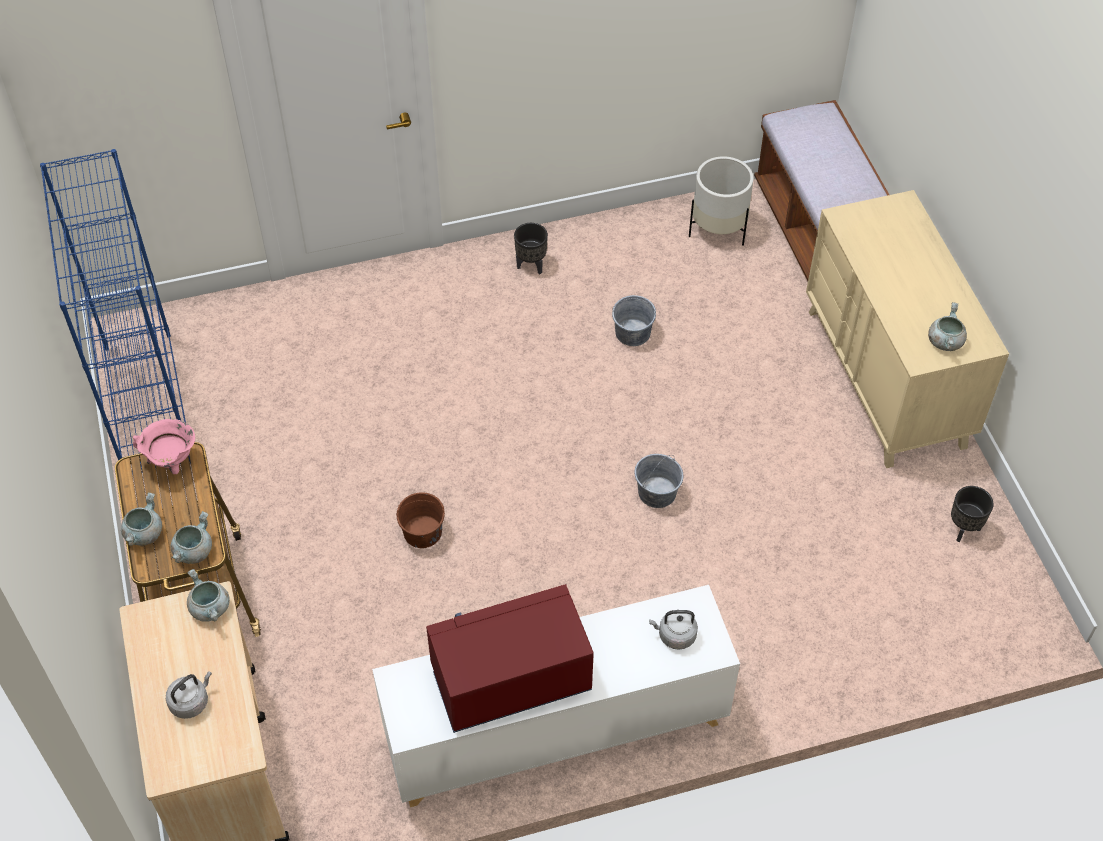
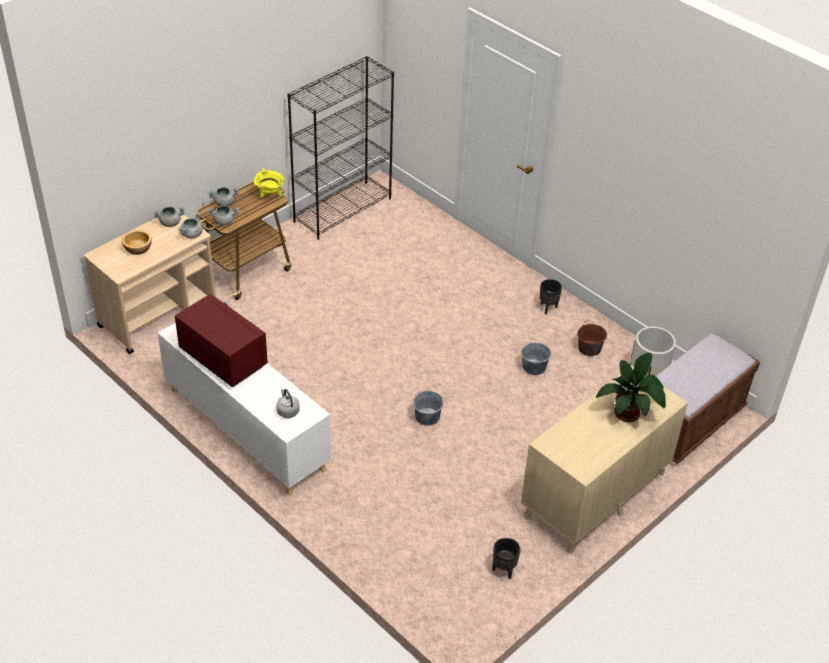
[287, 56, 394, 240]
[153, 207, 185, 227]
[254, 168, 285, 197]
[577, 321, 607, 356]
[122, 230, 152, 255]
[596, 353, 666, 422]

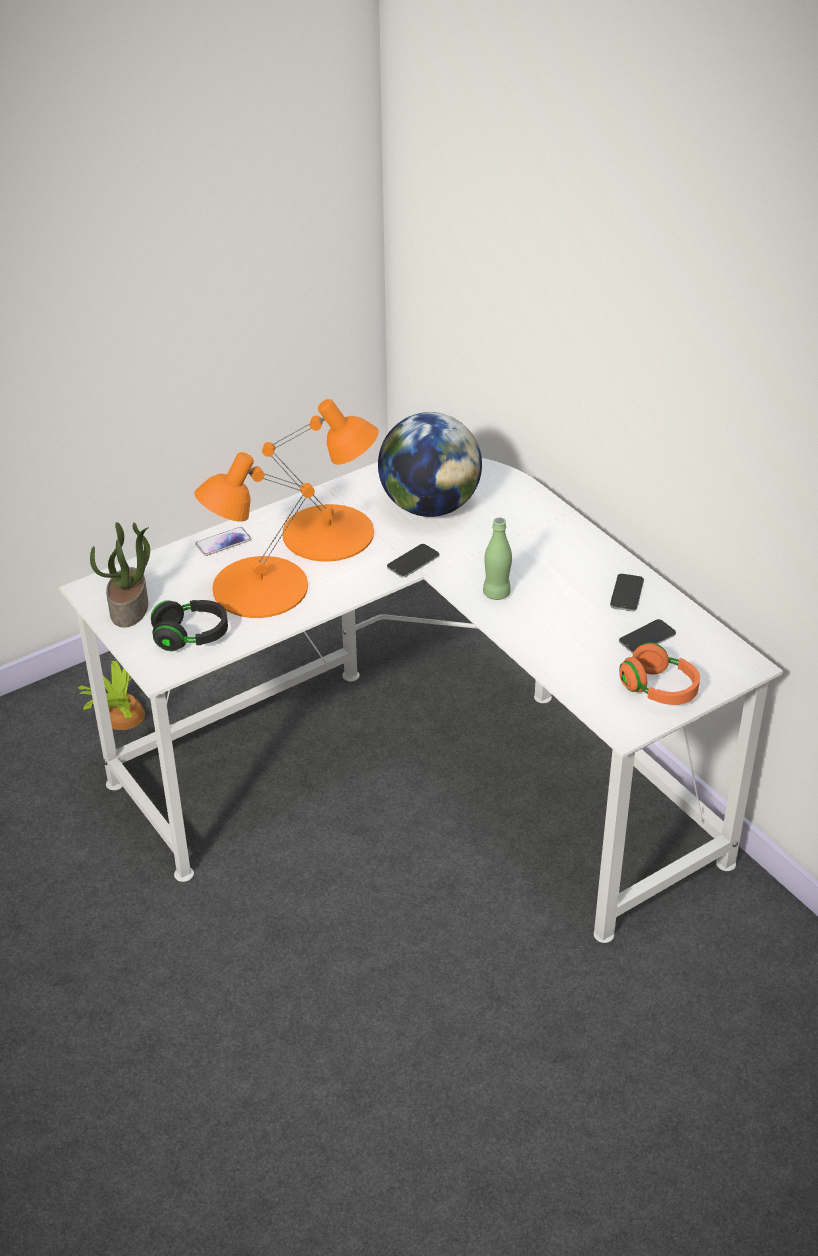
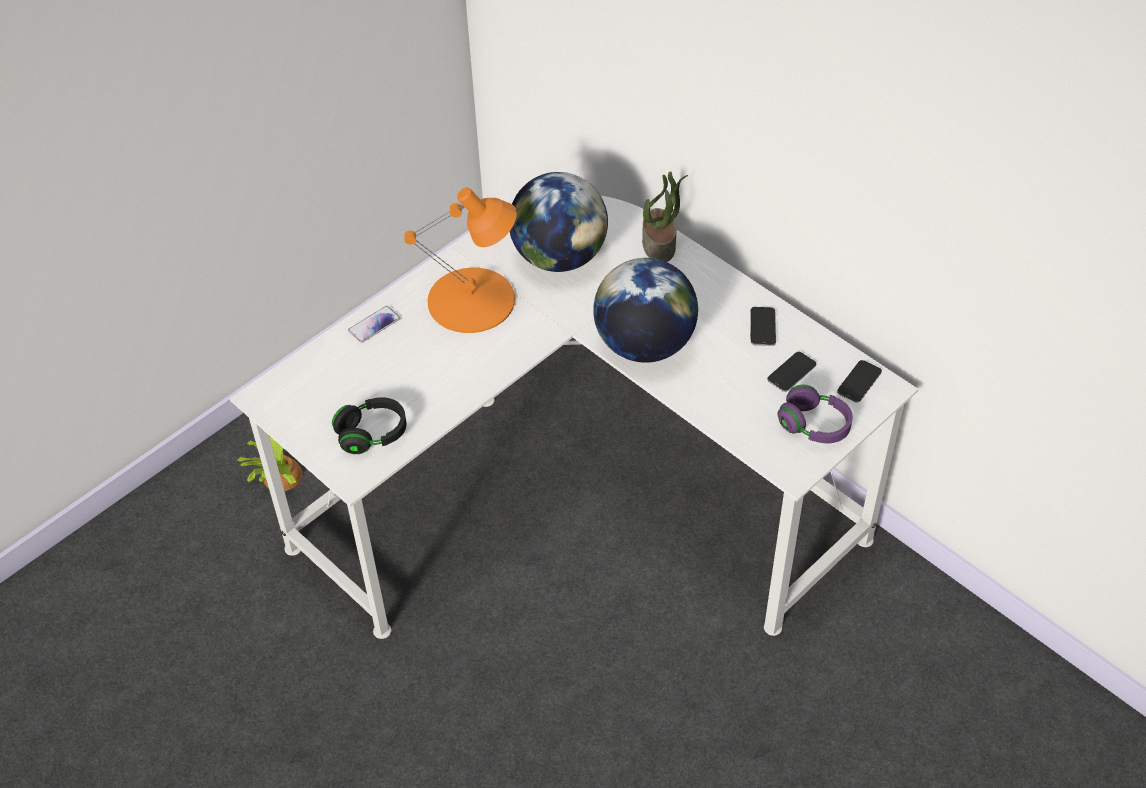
[194, 452, 315, 618] (first image)
[593, 258, 698, 363]
[642, 171, 688, 262]
[837, 360, 882, 403]
[777, 385, 853, 443]

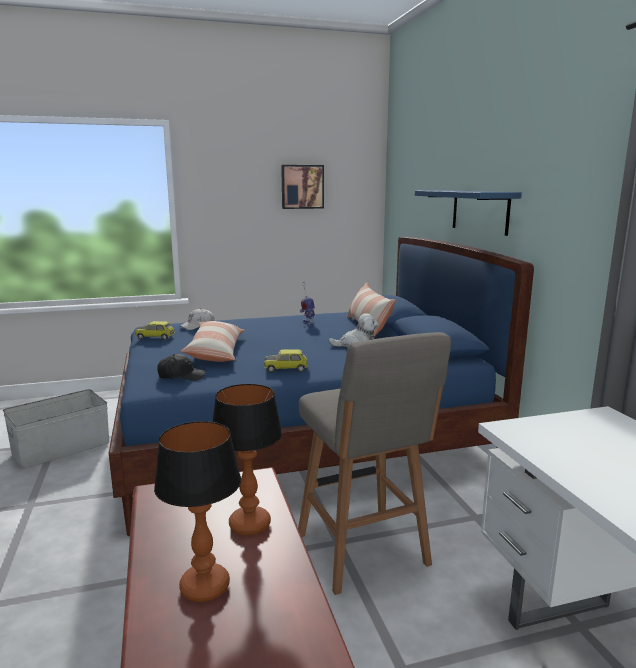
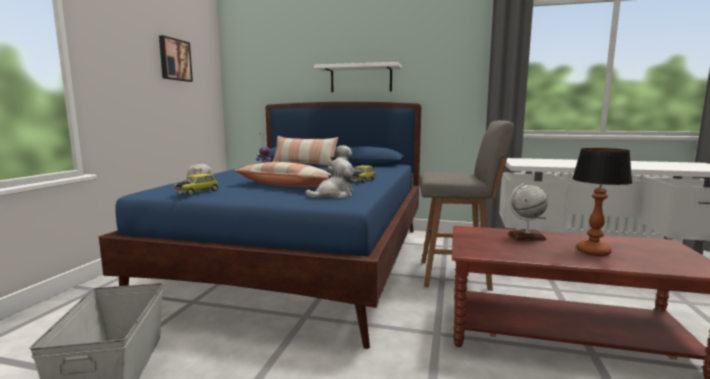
[314, 62, 402, 92]
[305, 159, 355, 198]
[508, 183, 548, 241]

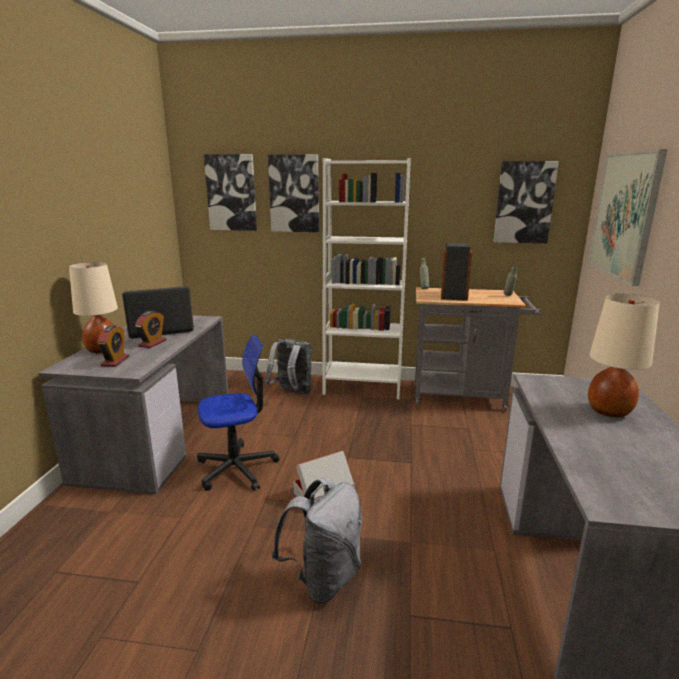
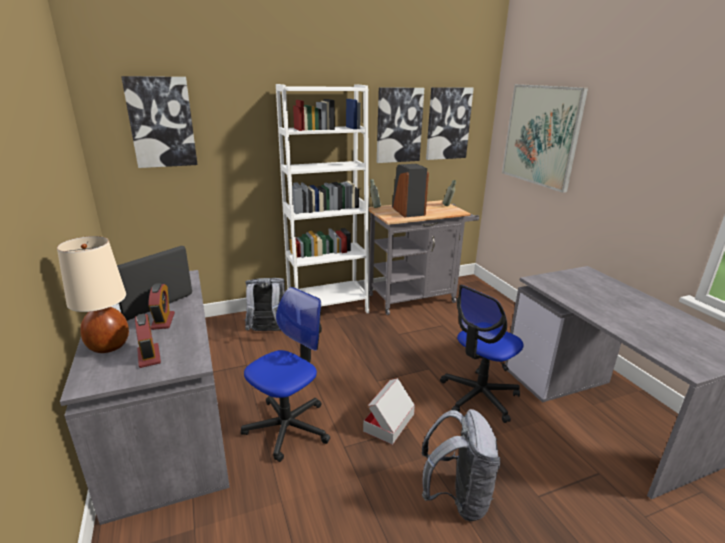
[377, 88, 424, 163]
[588, 294, 660, 417] (first image)
[440, 285, 523, 423]

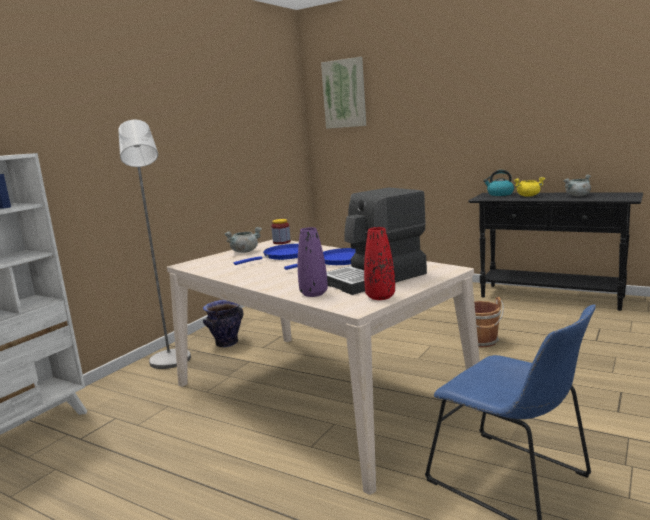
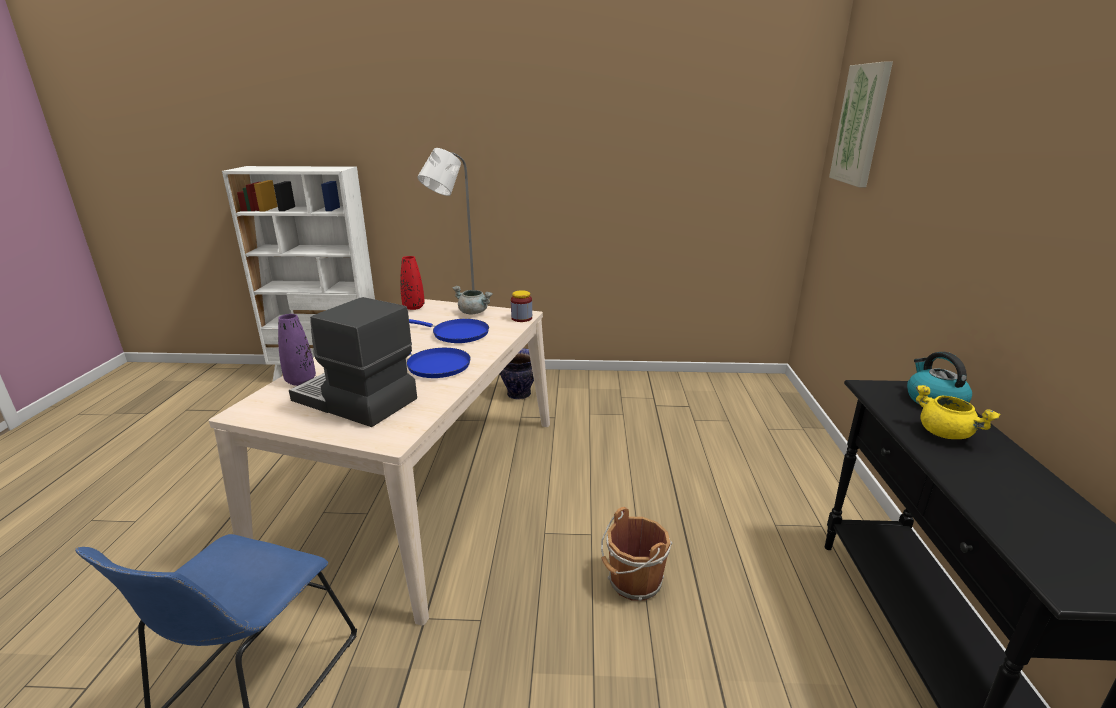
[563, 174, 591, 196] (first image)
[400, 256, 425, 310]

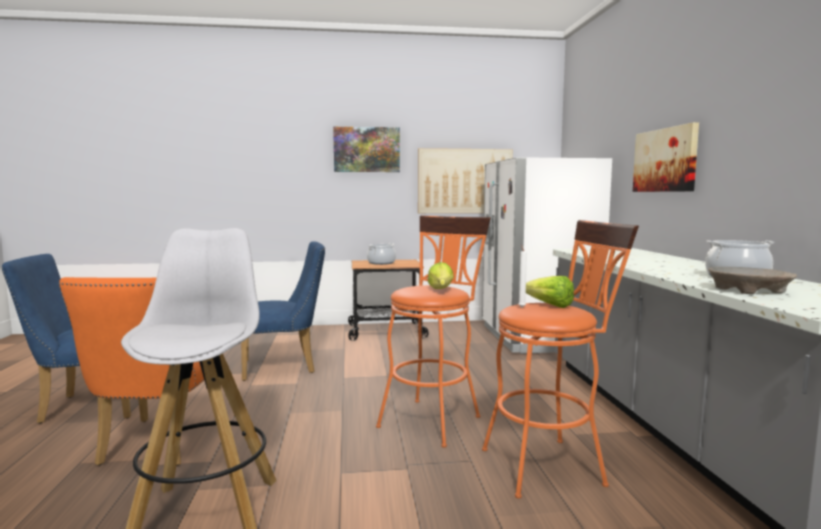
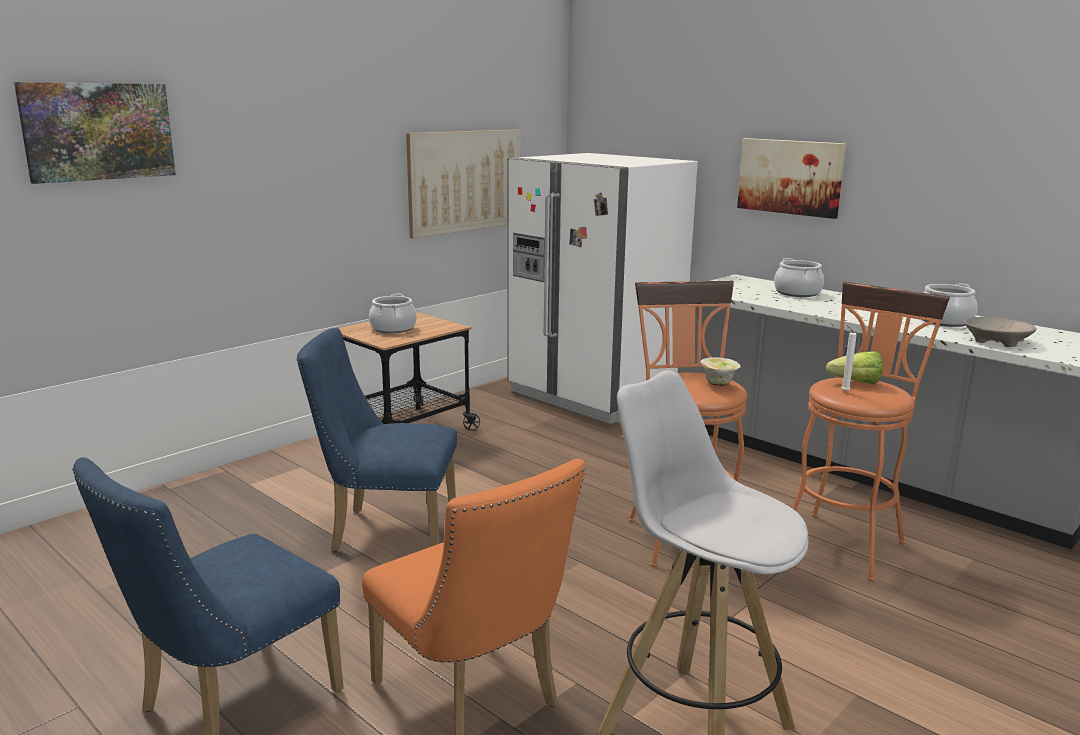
[14, 82, 176, 184]
[297, 327, 457, 552]
[700, 357, 741, 386]
[774, 258, 824, 297]

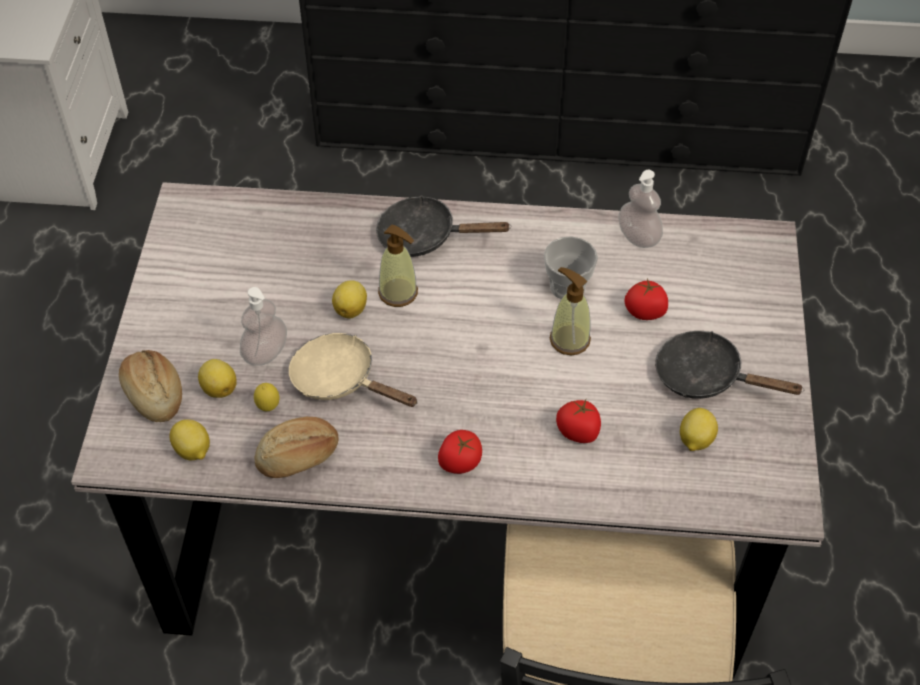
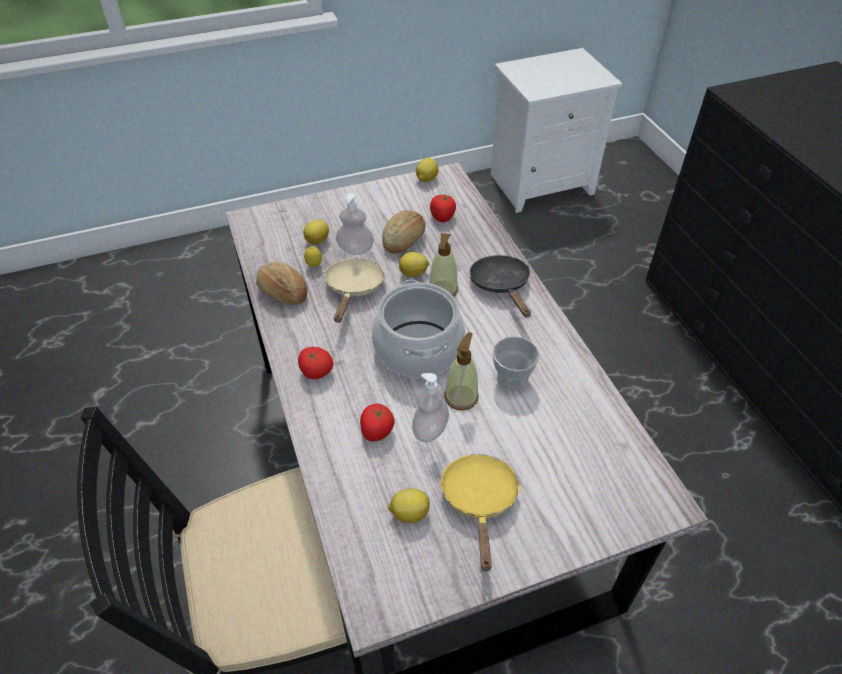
[412, 373, 449, 443]
[430, 195, 456, 222]
[439, 454, 520, 572]
[382, 210, 426, 254]
[416, 158, 439, 182]
[372, 279, 465, 378]

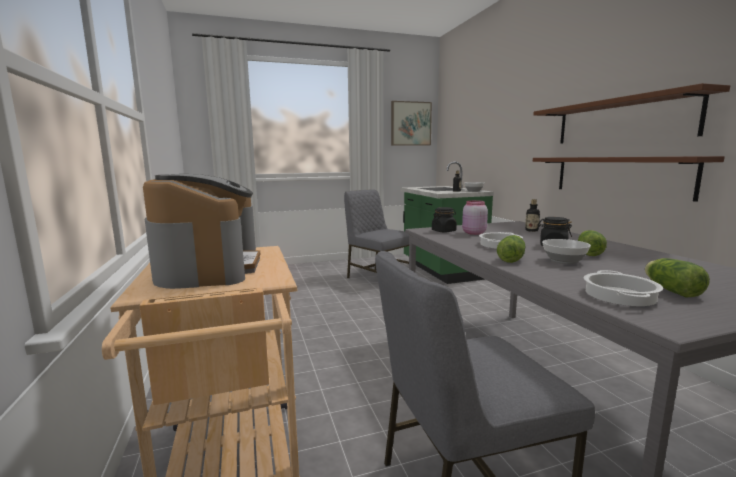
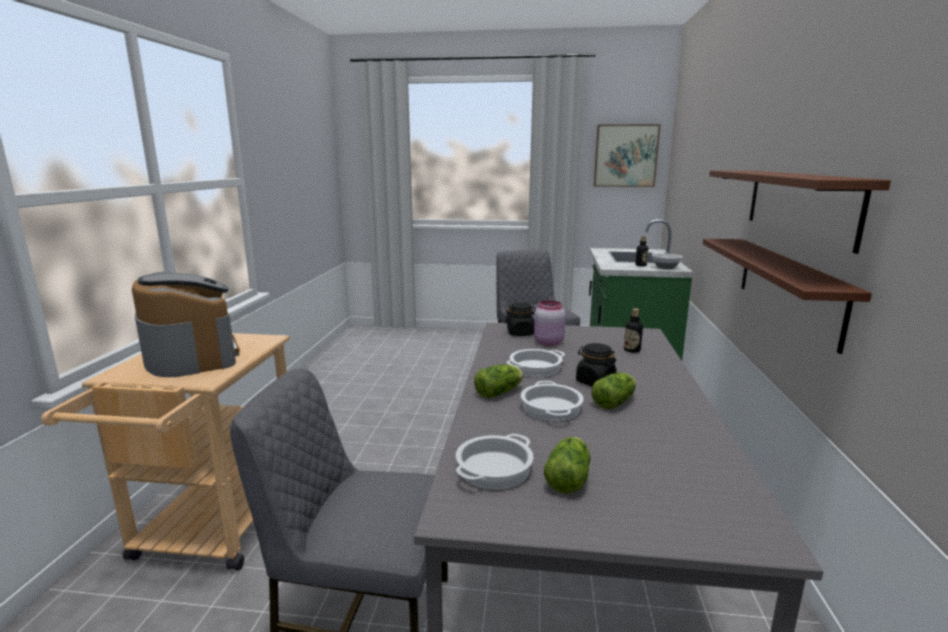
[132, 271, 240, 377]
[521, 381, 584, 421]

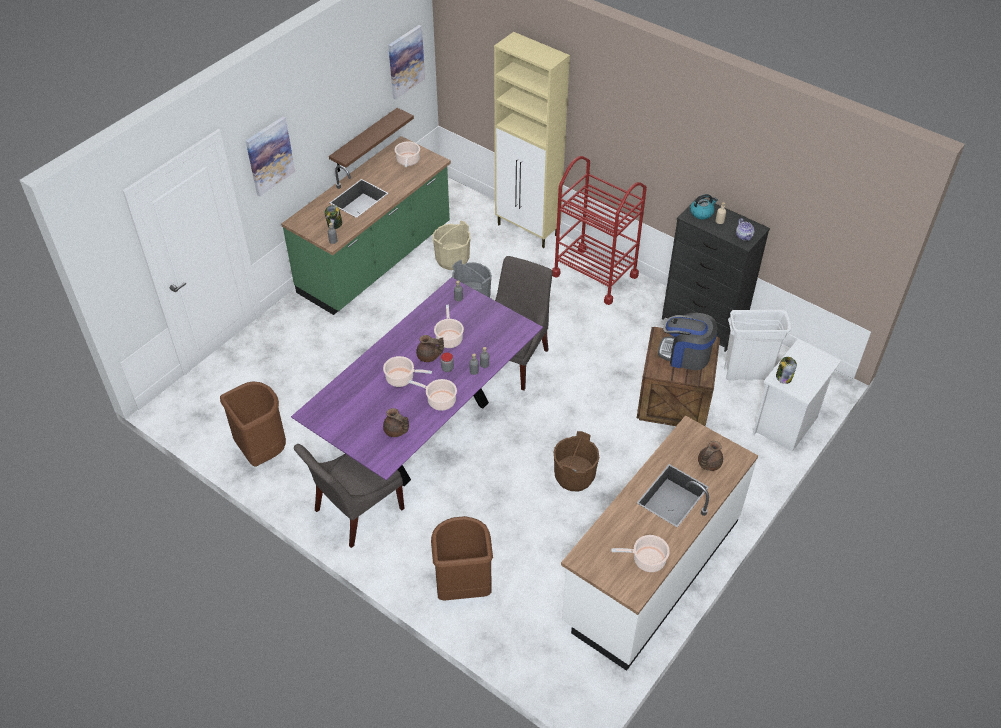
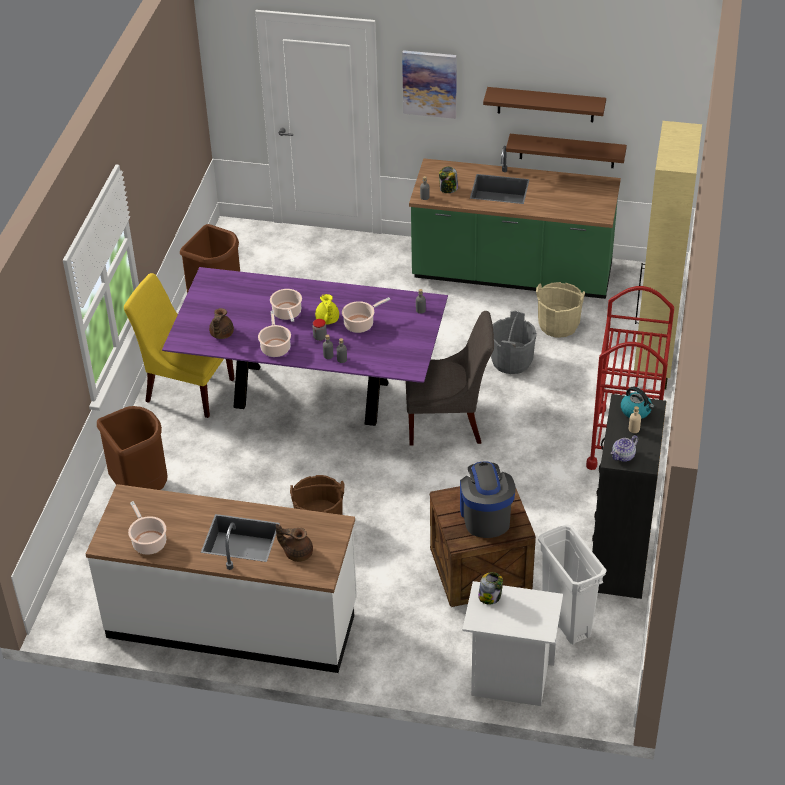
[388, 25, 425, 99] (first image)
[395, 141, 420, 167] (first image)
[315, 294, 339, 325]
[124, 273, 235, 418]
[483, 87, 606, 122]

